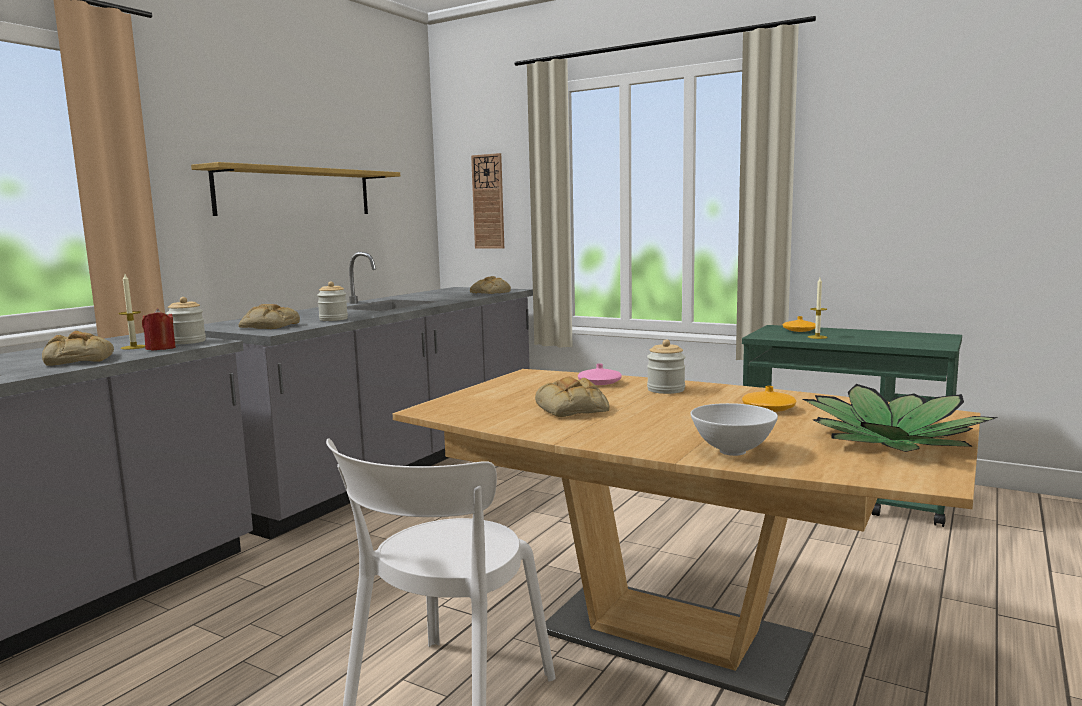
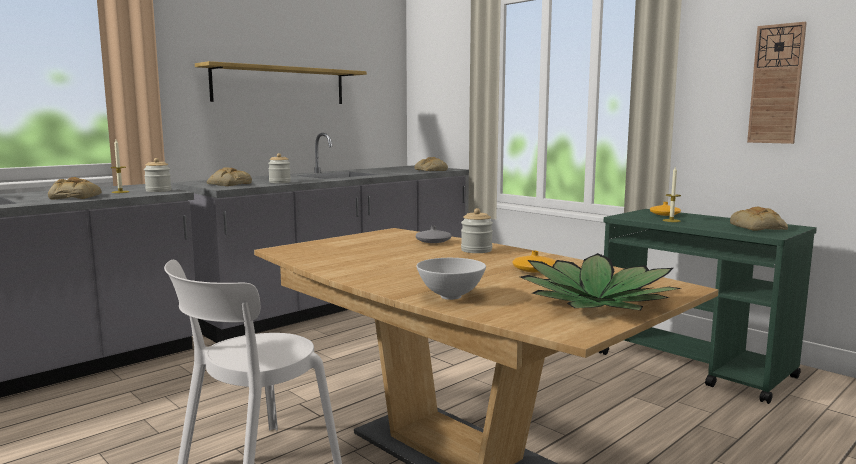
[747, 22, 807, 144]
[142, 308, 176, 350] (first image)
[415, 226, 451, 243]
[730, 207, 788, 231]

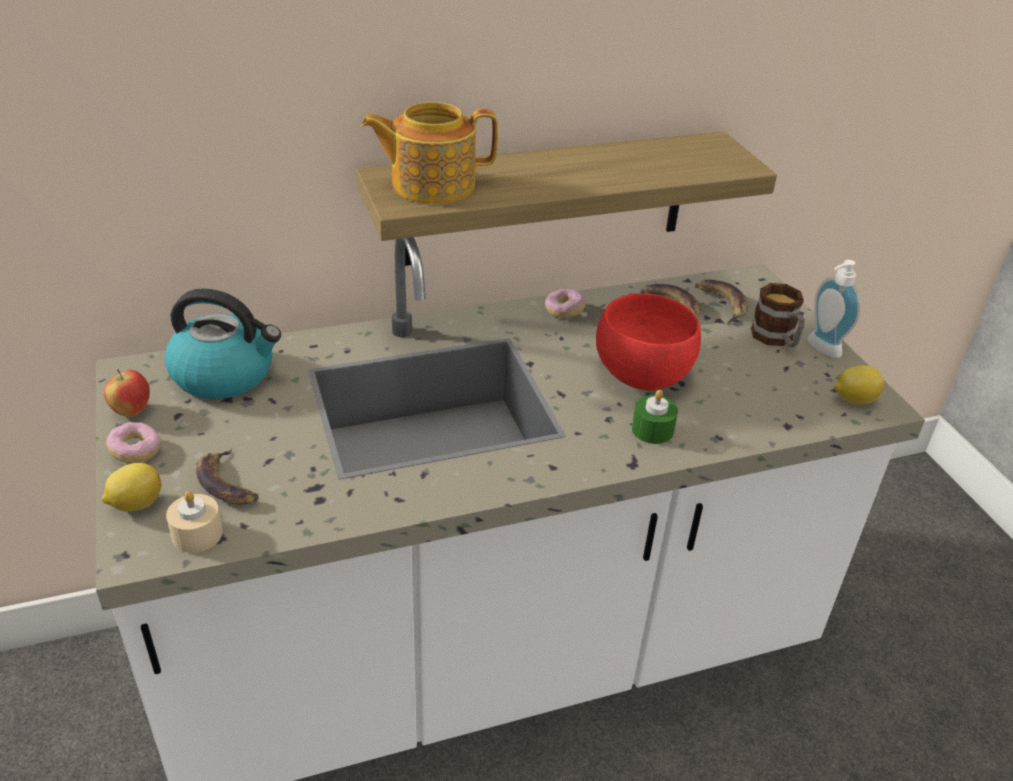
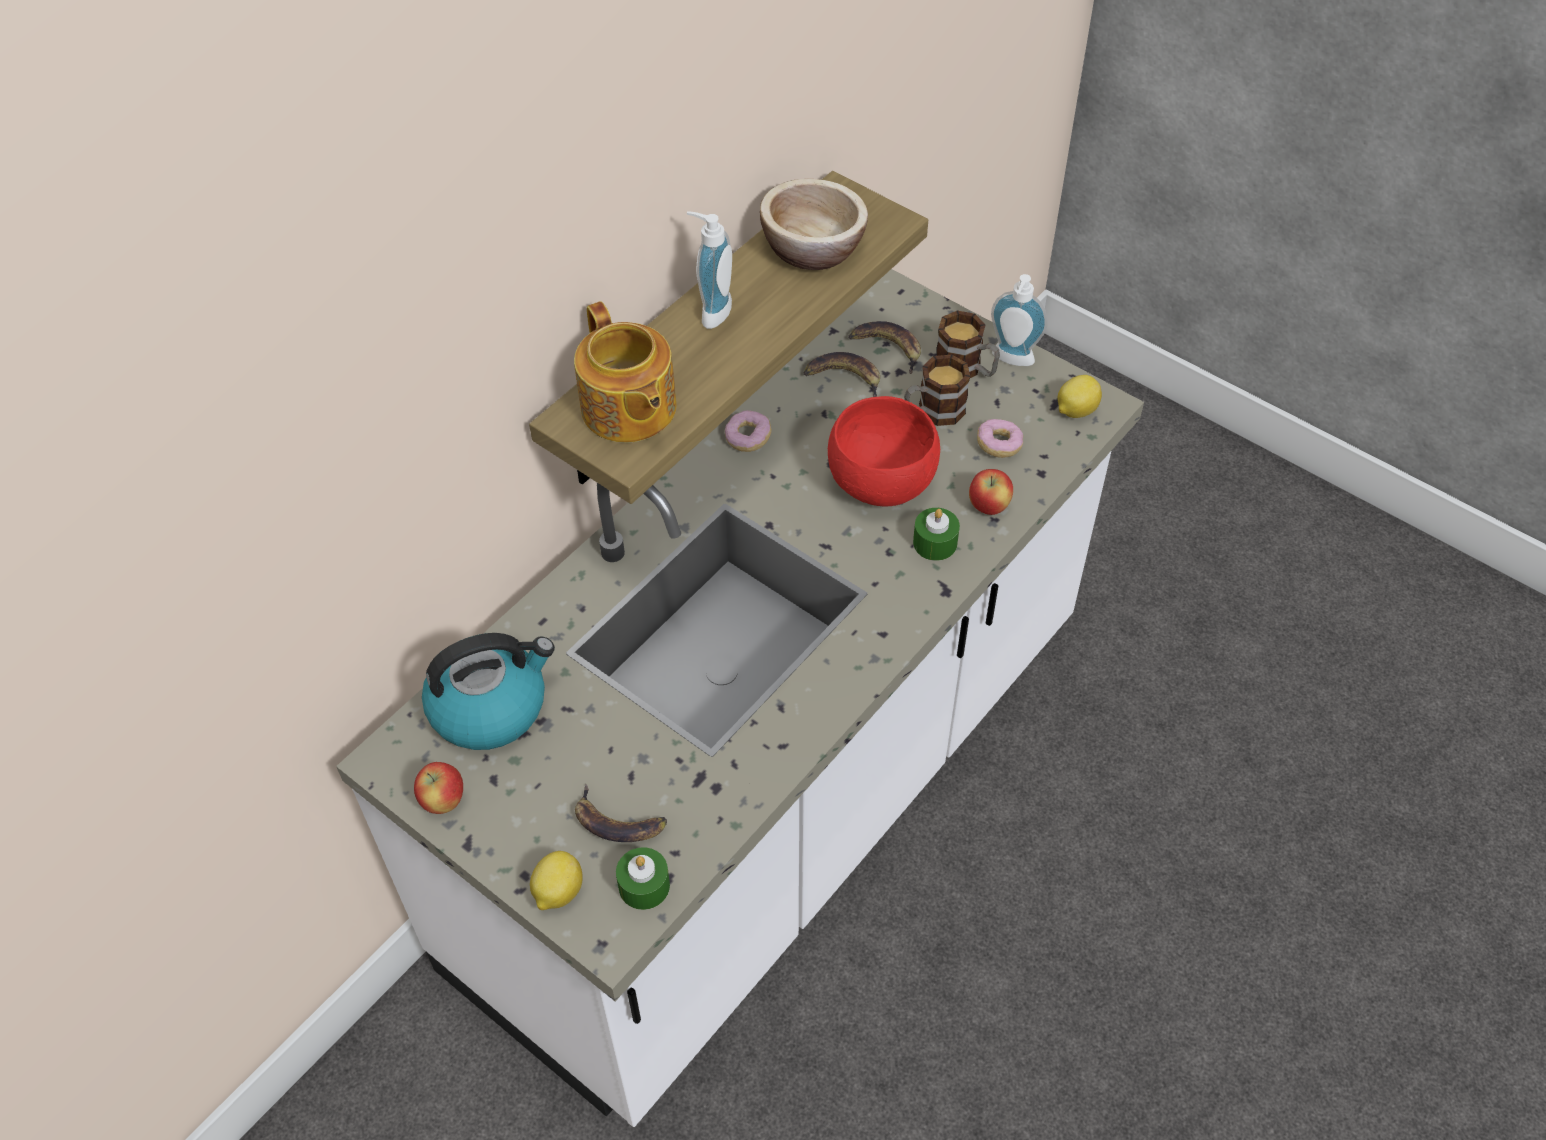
[574, 301, 677, 443]
[977, 419, 1023, 458]
[616, 847, 670, 910]
[760, 179, 868, 270]
[687, 211, 732, 329]
[904, 355, 970, 426]
[969, 469, 1013, 515]

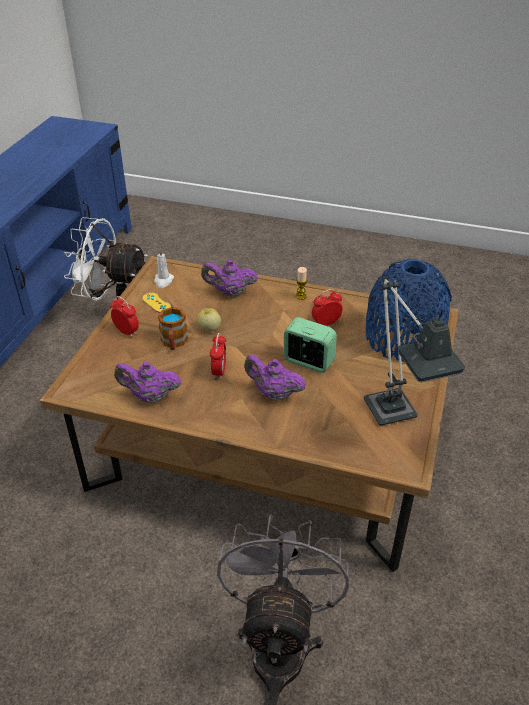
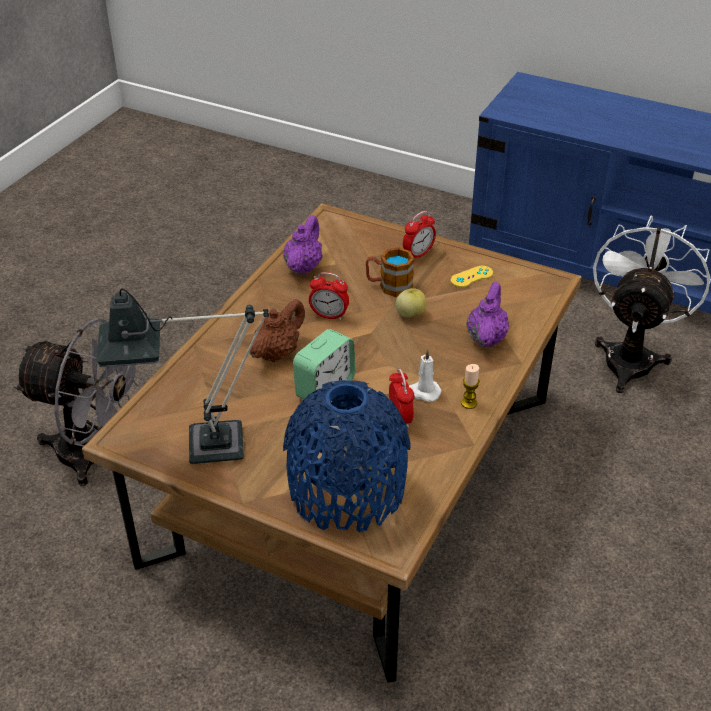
[409, 349, 442, 402]
[249, 299, 305, 362]

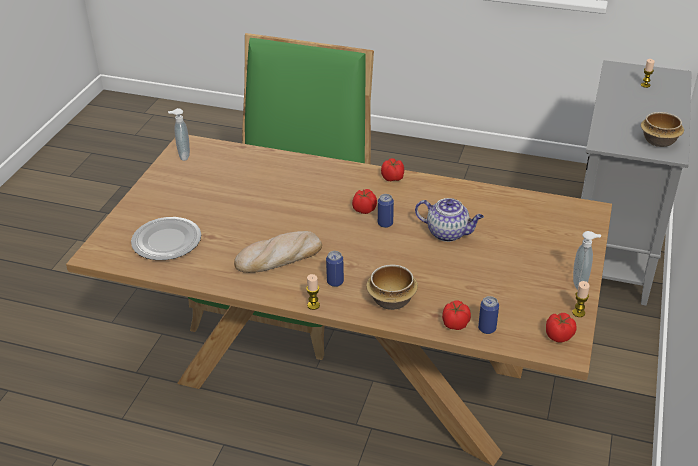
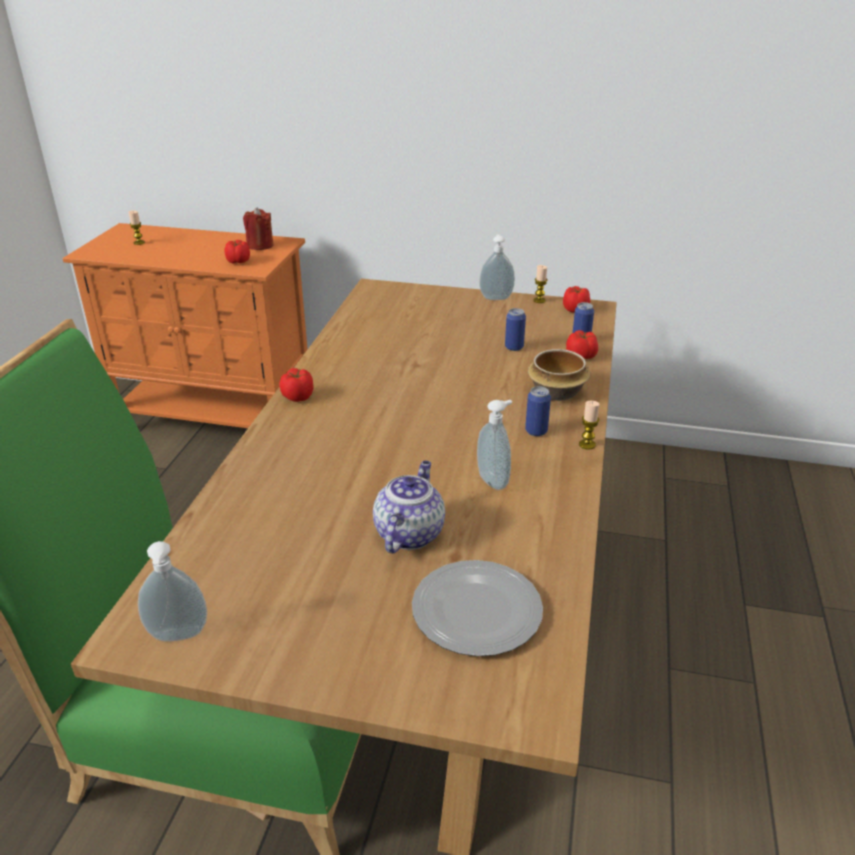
[63, 223, 308, 428]
[243, 207, 273, 250]
[224, 240, 250, 263]
[505, 308, 526, 351]
[373, 461, 445, 553]
[477, 400, 512, 490]

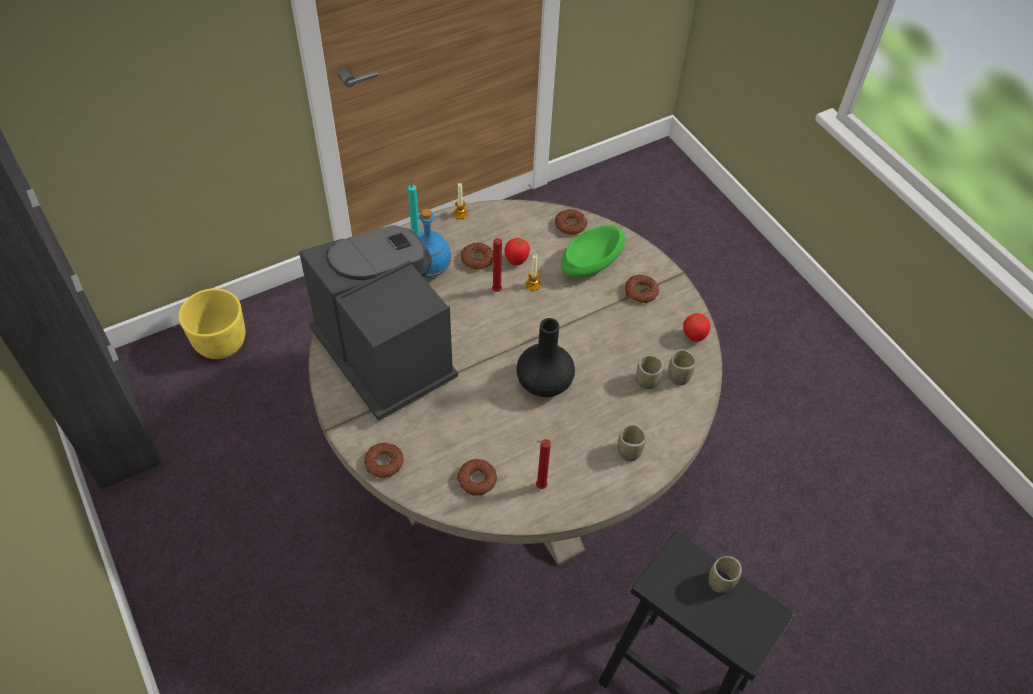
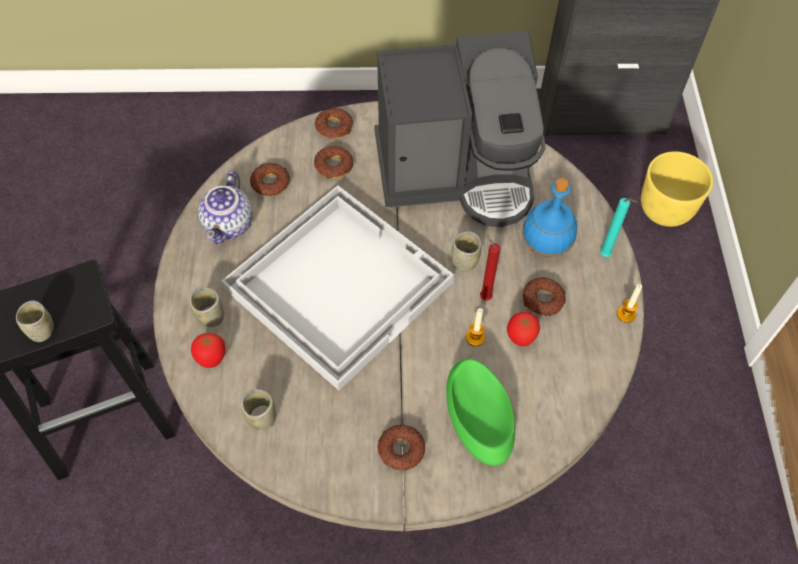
[314, 146, 353, 179]
[191, 333, 225, 368]
[222, 186, 454, 391]
[451, 231, 481, 272]
[198, 171, 253, 244]

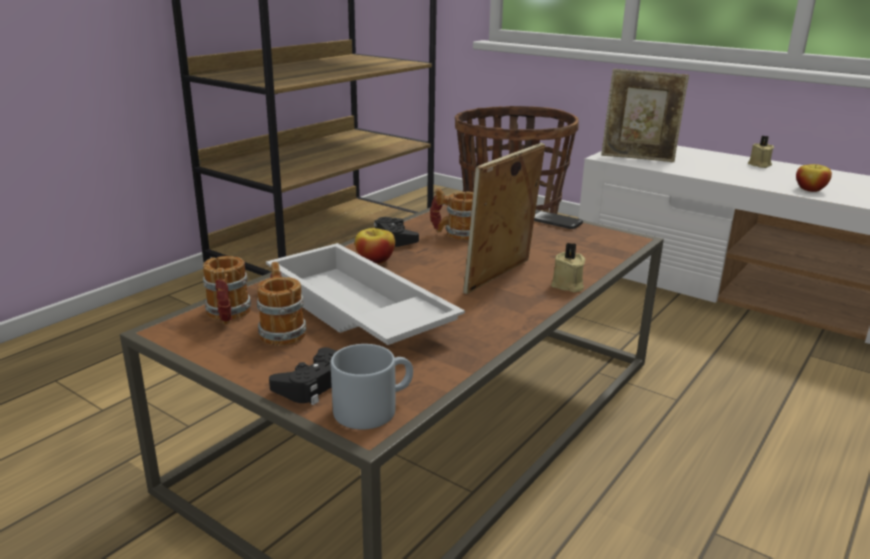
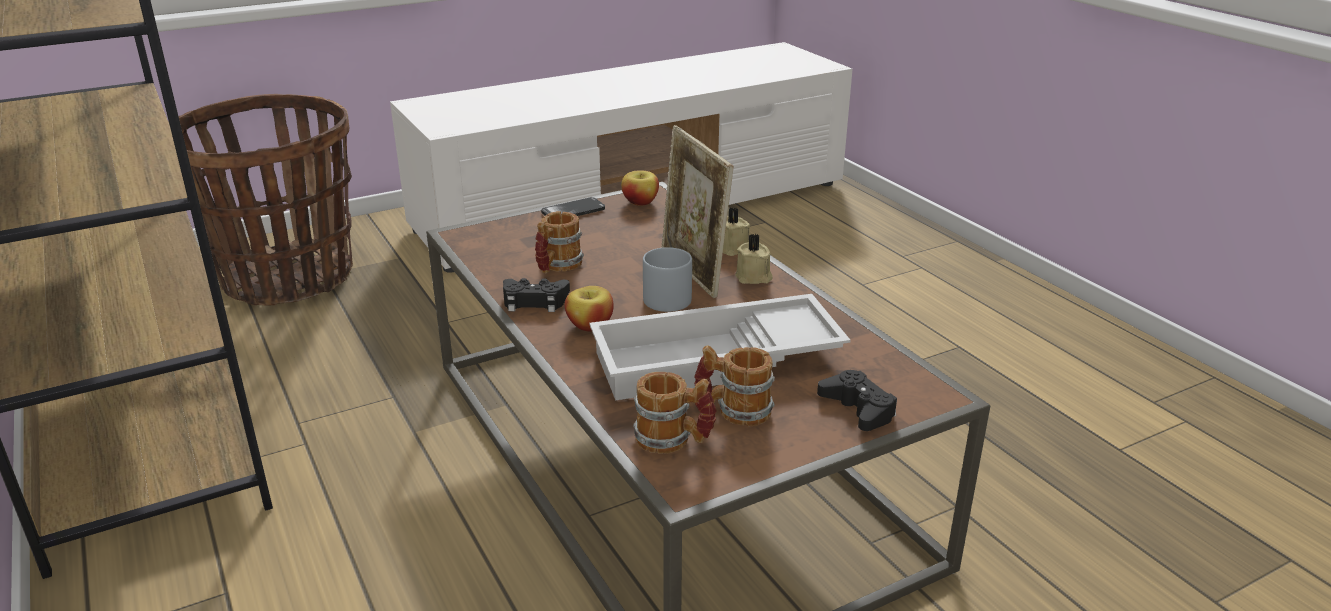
[601, 69, 689, 162] (first image)
[735, 234, 773, 284]
[621, 170, 659, 206]
[643, 247, 692, 312]

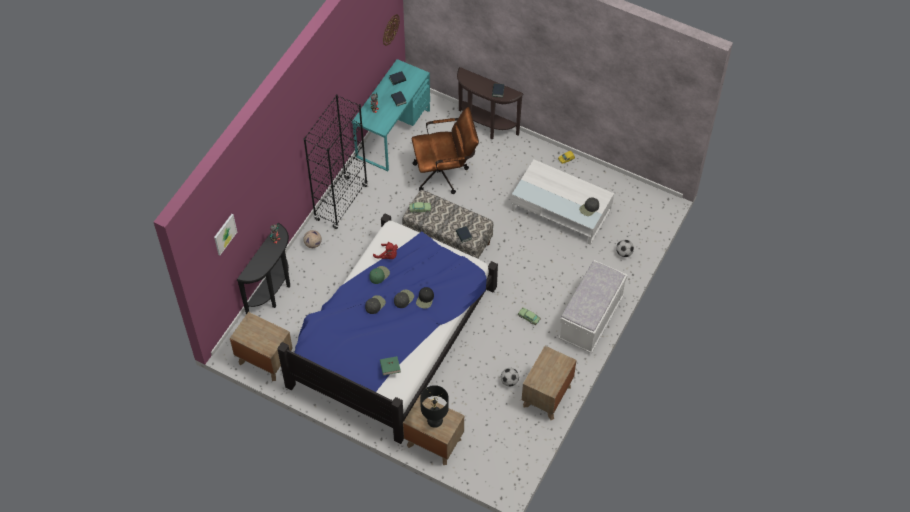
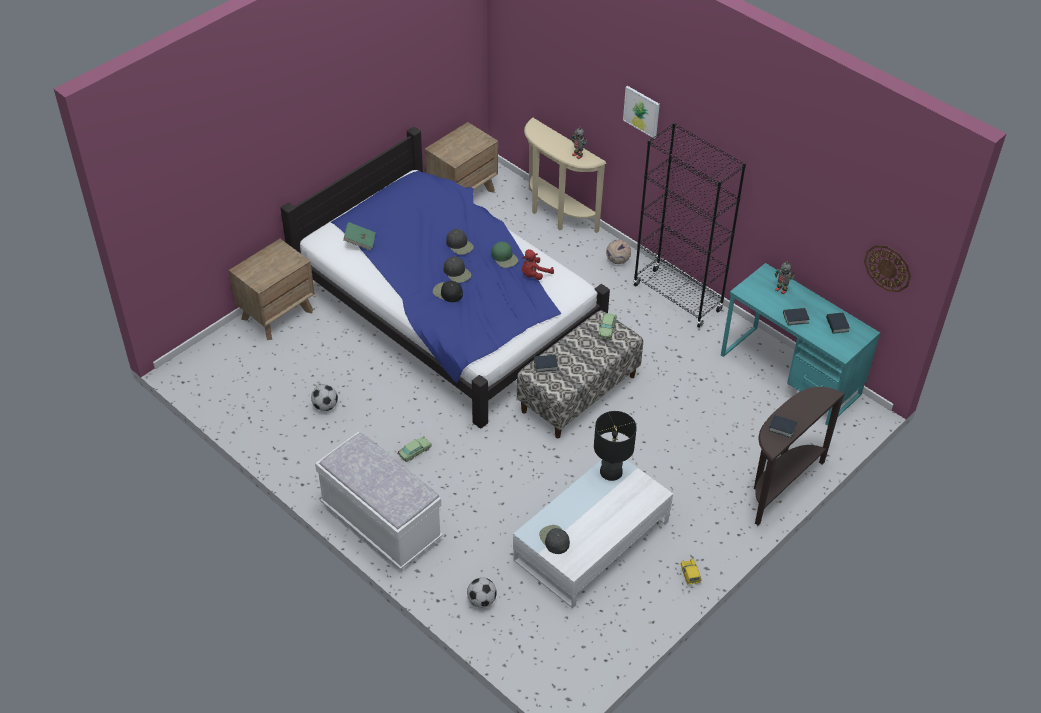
[412, 107, 479, 194] (first image)
[623, 86, 660, 139]
[524, 118, 607, 233]
[522, 346, 576, 420] (first image)
[594, 411, 637, 481]

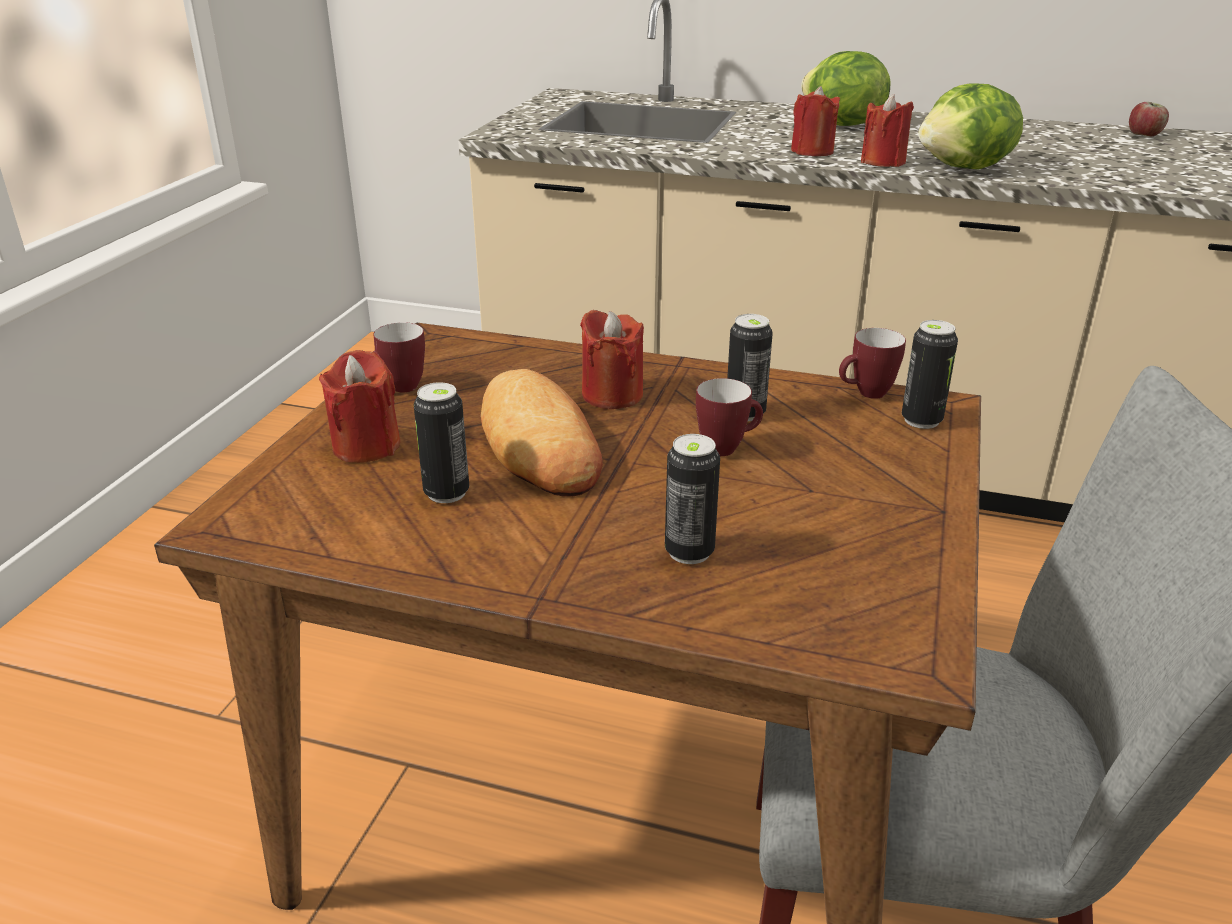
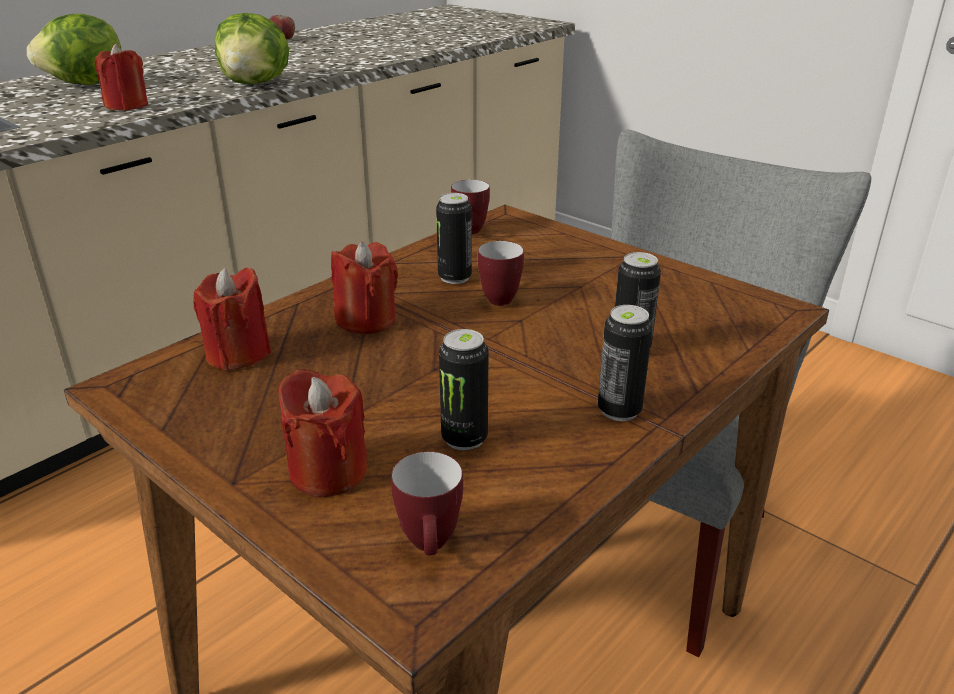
[193, 268, 272, 371]
[598, 305, 653, 421]
[391, 452, 463, 556]
[481, 369, 603, 497] (first image)

